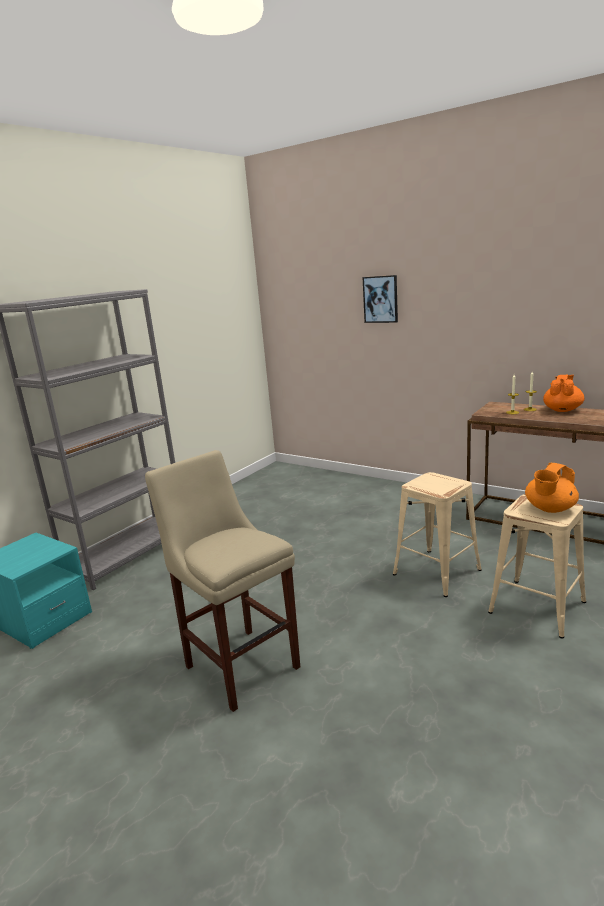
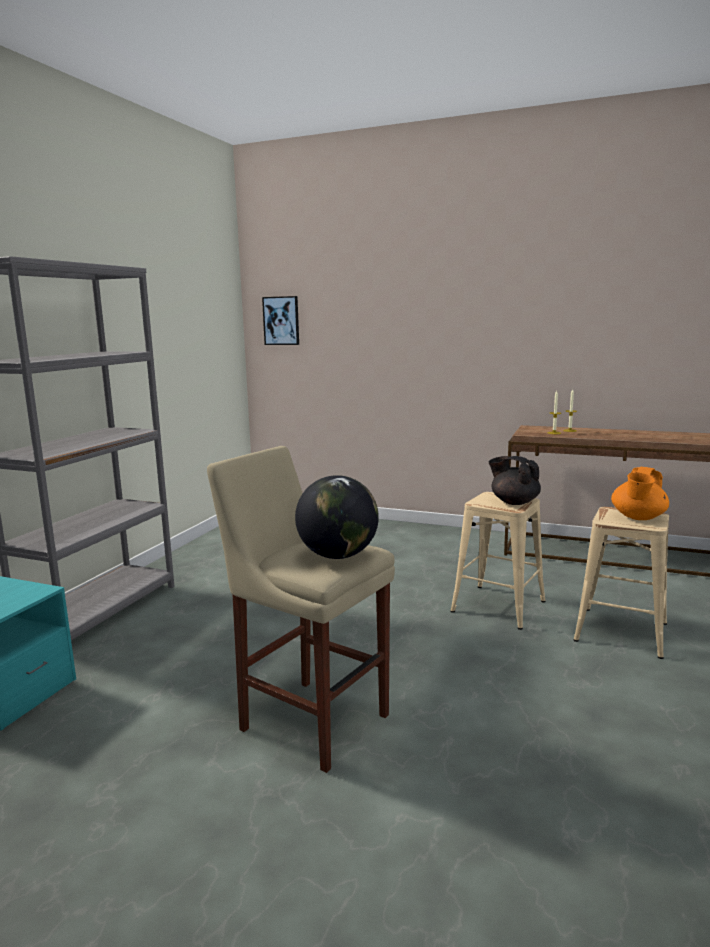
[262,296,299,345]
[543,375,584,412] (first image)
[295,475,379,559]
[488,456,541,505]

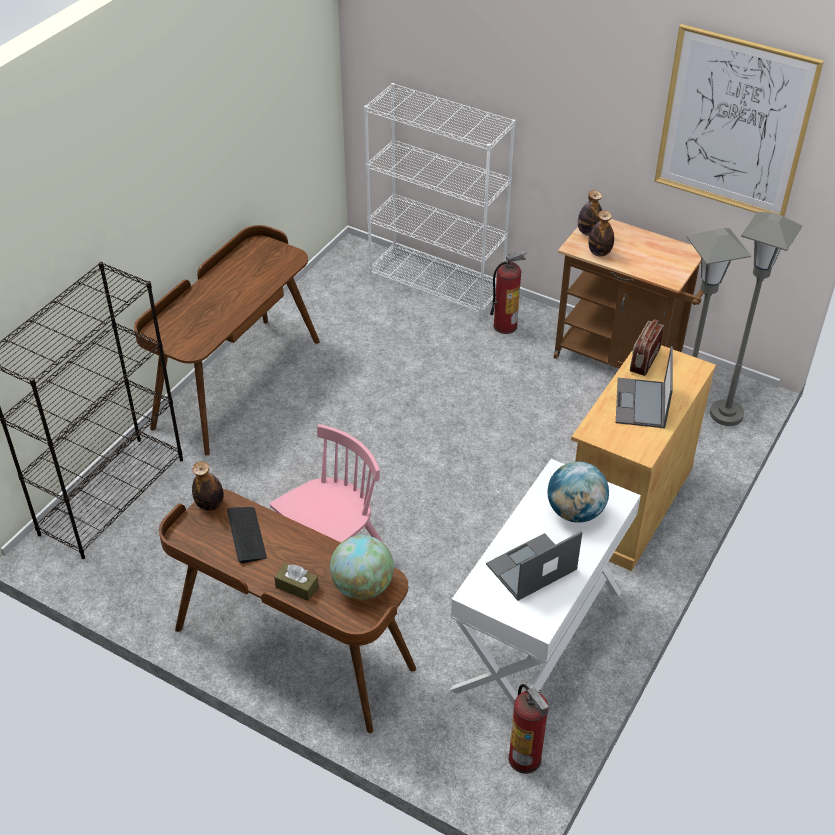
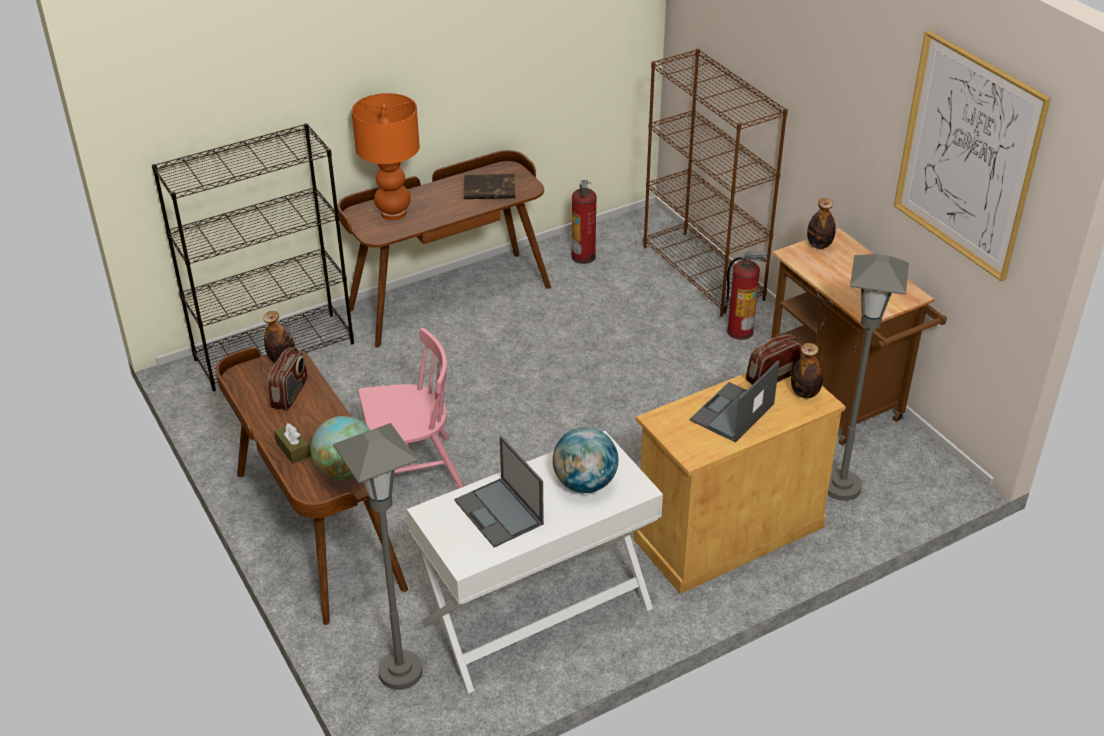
[267,347,307,410]
[643,49,788,317]
[454,436,544,548]
[571,180,597,264]
[791,343,823,398]
[333,423,423,690]
[352,93,420,221]
[464,174,516,199]

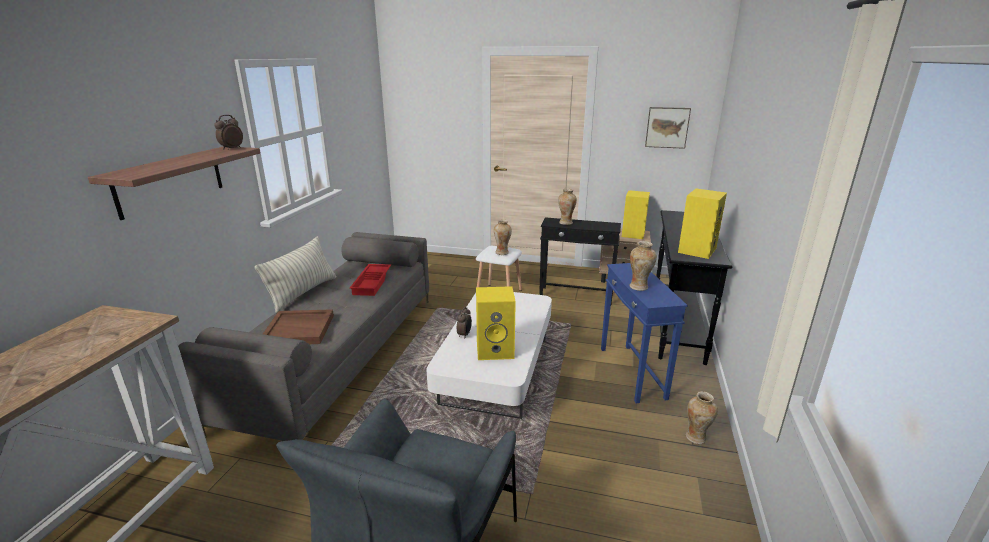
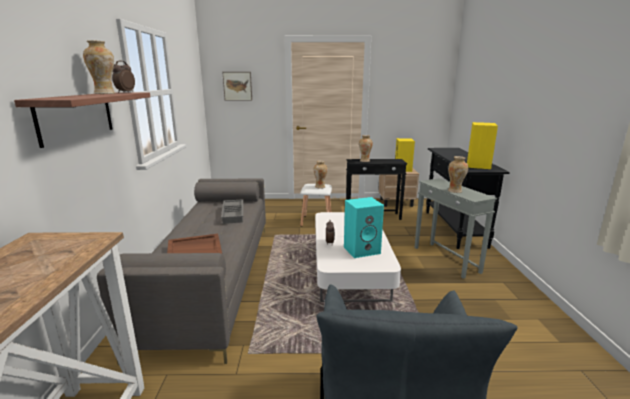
[255,236,336,313] (first image)
[221,199,243,224]
[344,197,384,258]
[415,178,497,279]
[223,72,252,101]
[83,40,115,94]

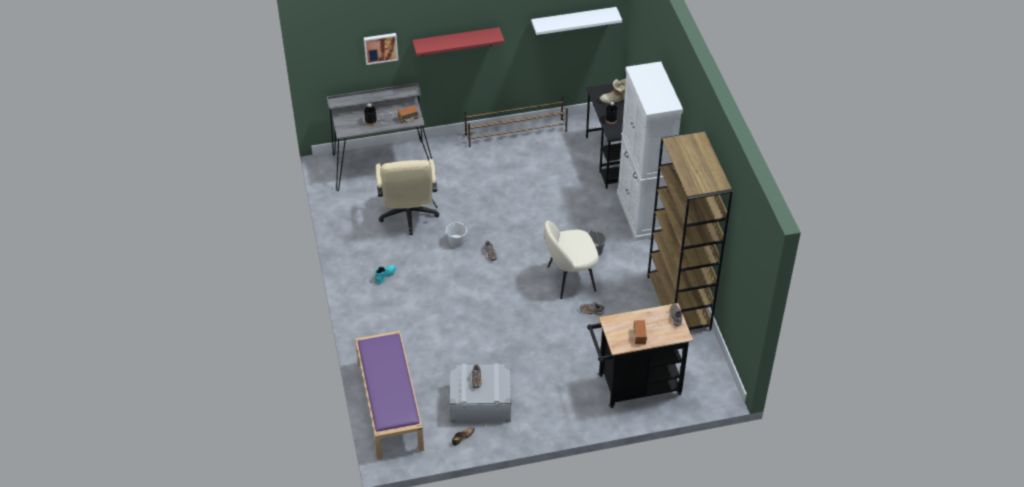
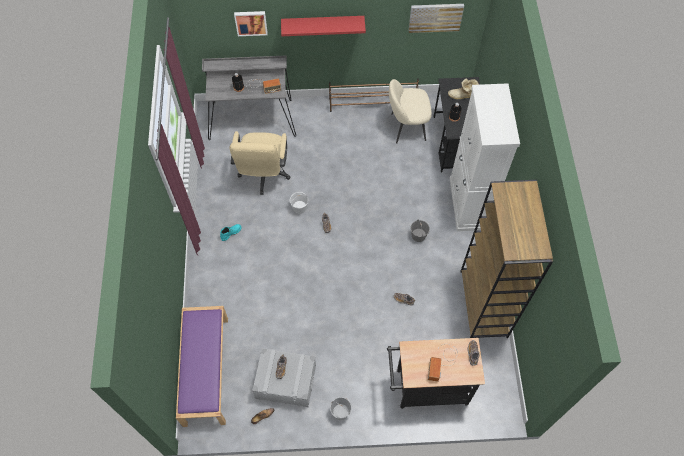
[409,4,464,33]
[389,79,432,143]
[330,397,352,420]

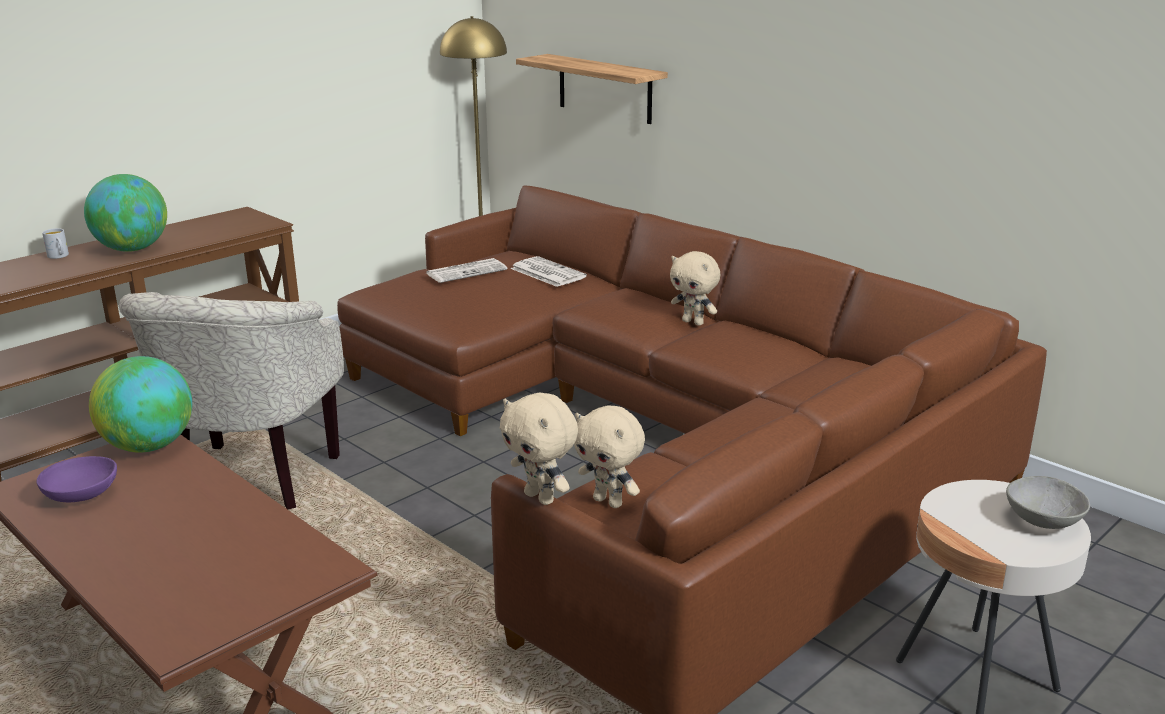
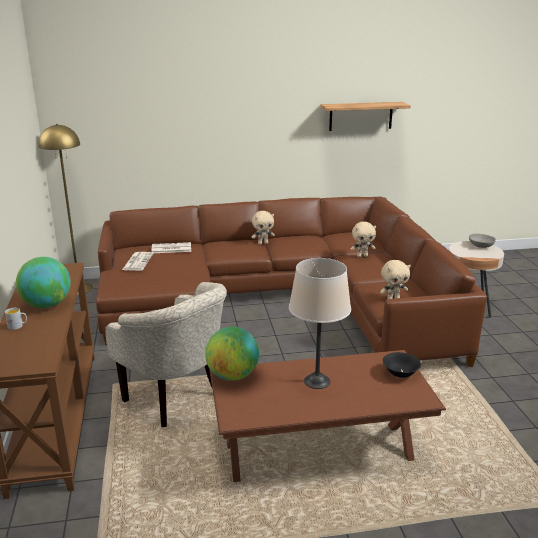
[36,456,117,502] (first image)
[350,222,376,257]
[320,102,411,131]
[289,258,351,389]
[383,352,421,378]

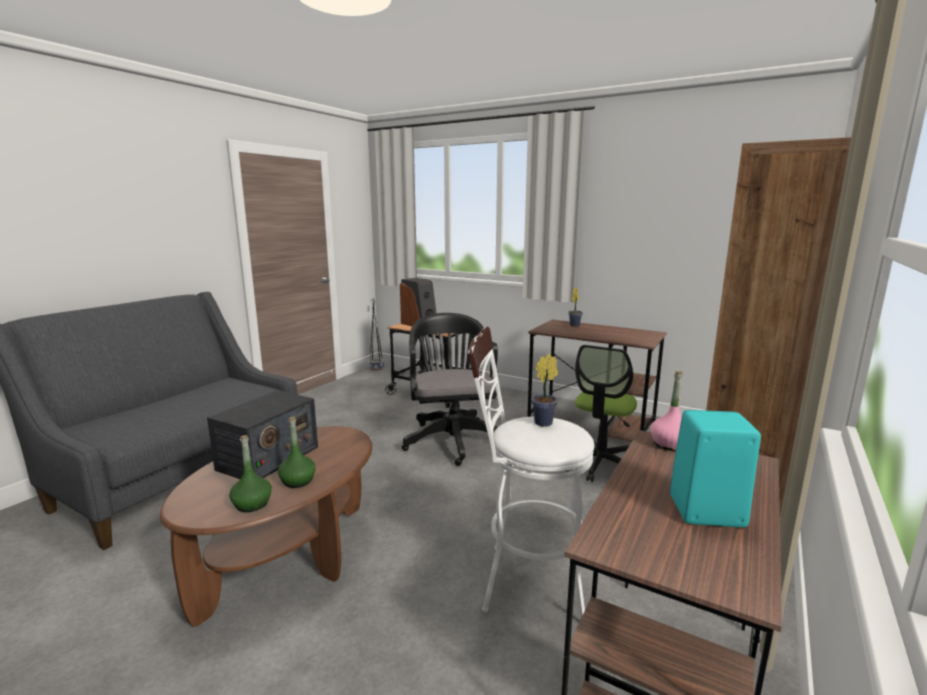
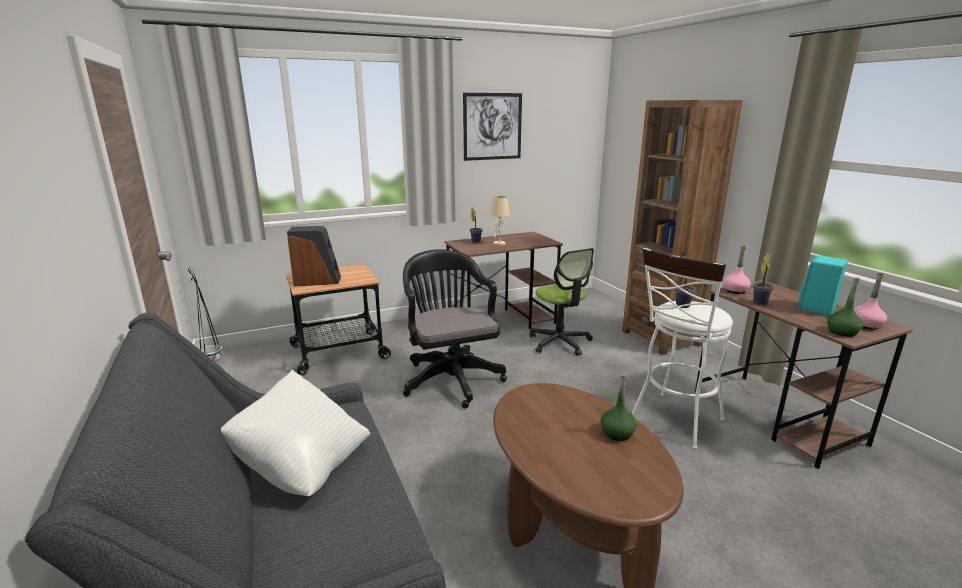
[207,390,318,479] (first image)
[827,277,863,337]
[403,249,507,409]
[221,370,370,496]
[463,93,522,161]
[490,196,510,246]
[753,253,774,305]
[854,273,887,330]

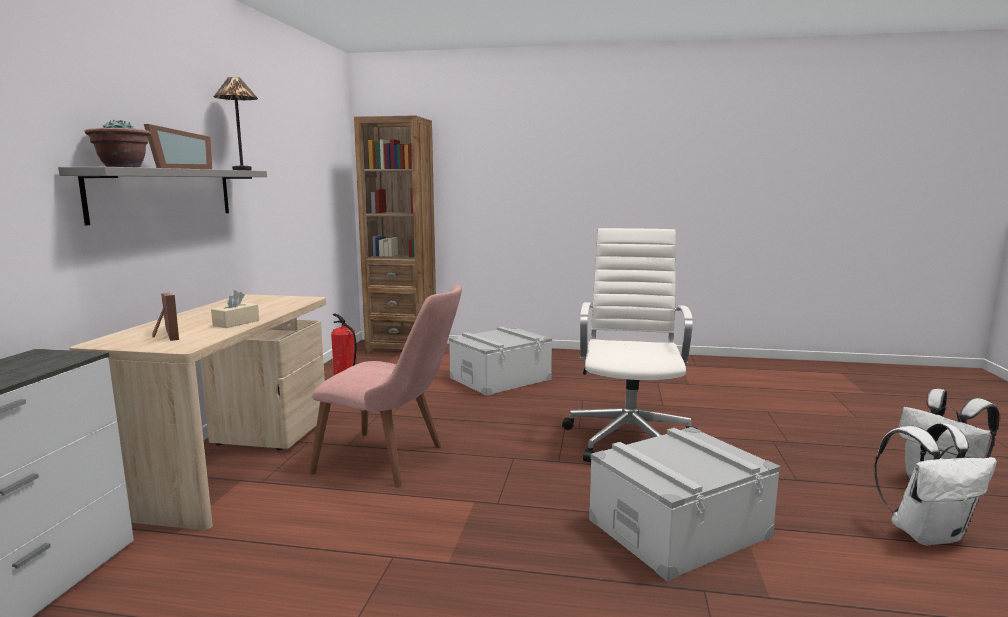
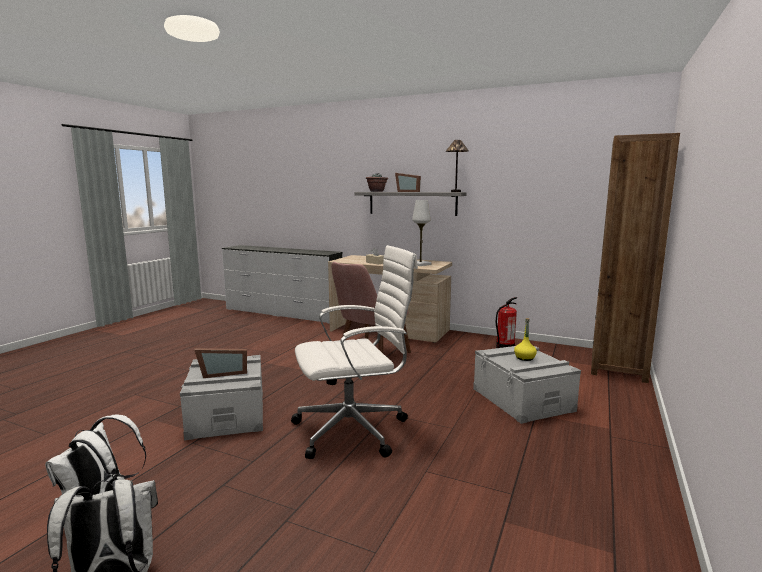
[194,348,247,378]
[291,245,418,459]
[412,200,431,266]
[514,318,537,361]

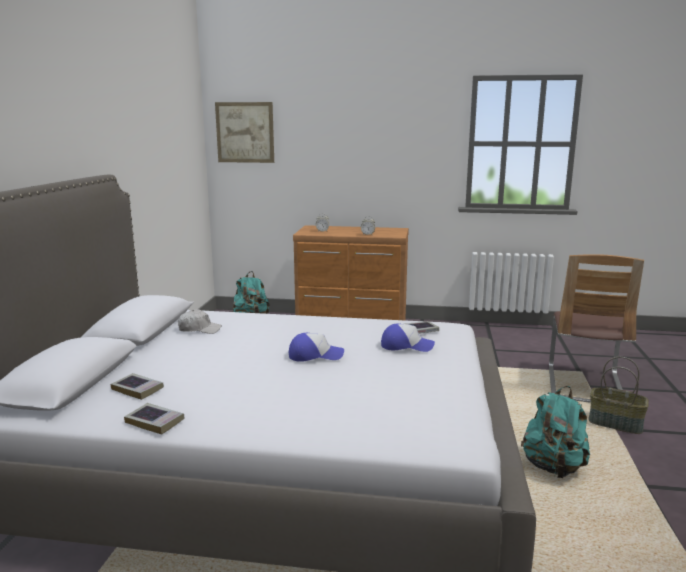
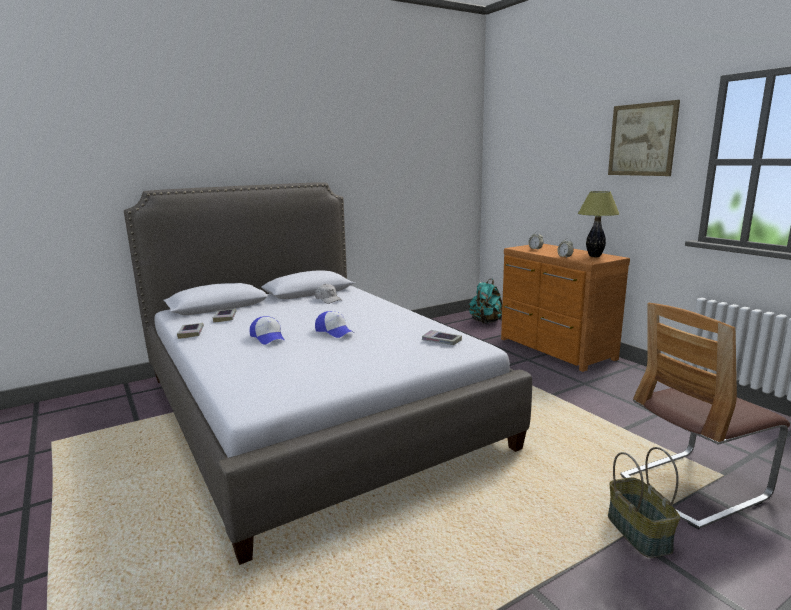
[608,100,680,176]
[250,316,285,345]
[521,386,590,478] (first image)
[578,191,619,257]

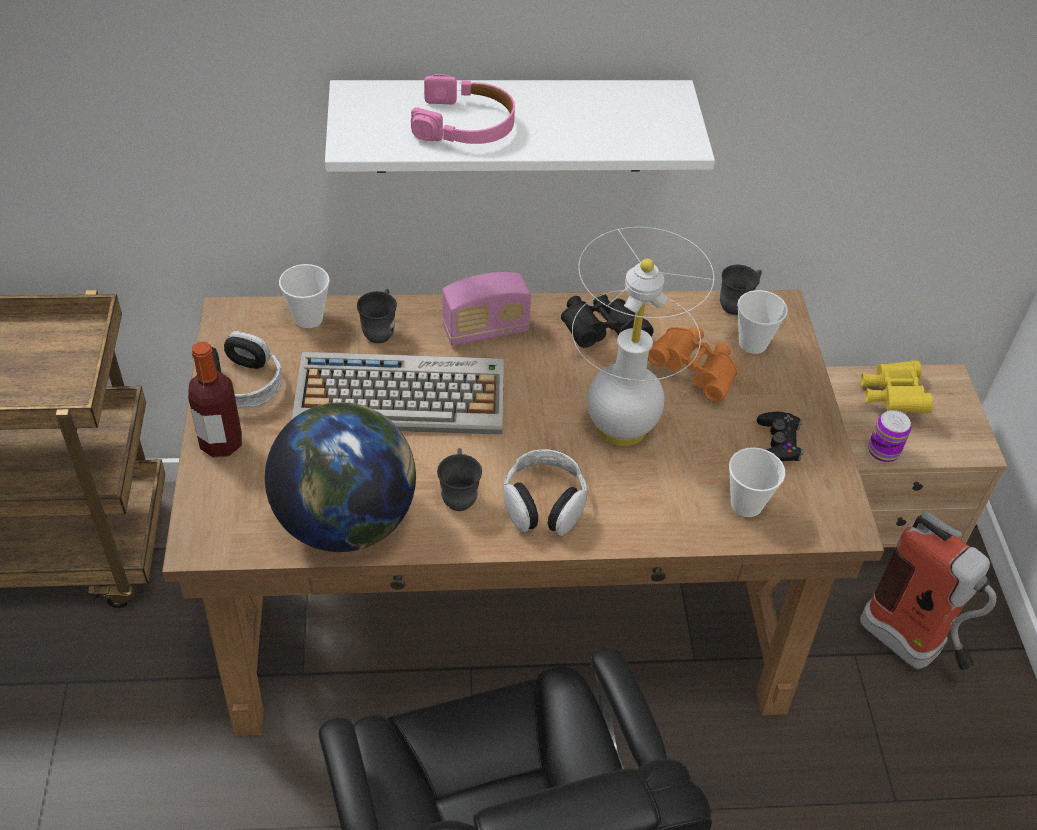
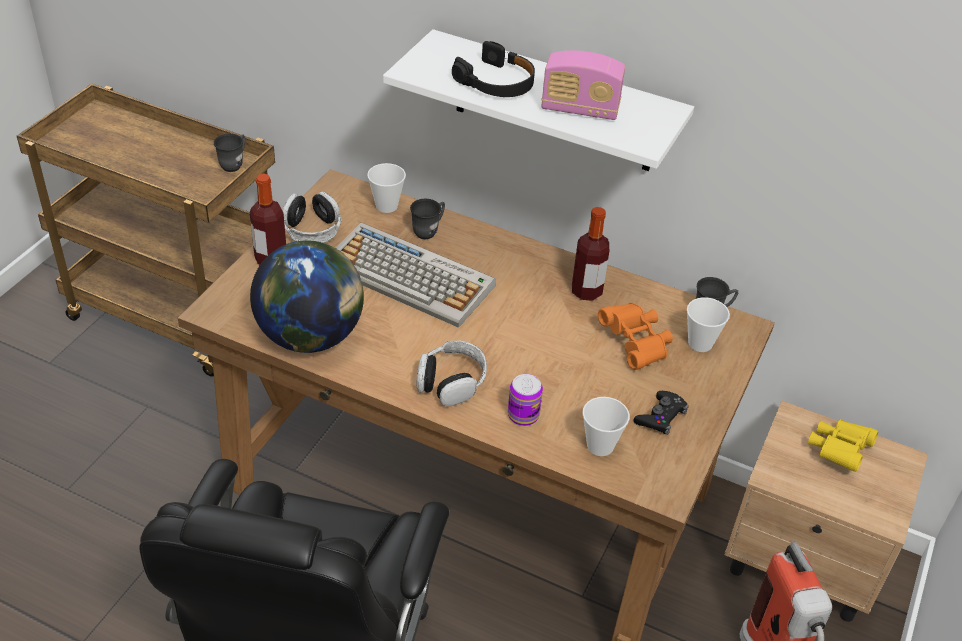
[452,41,535,97]
[214,133,245,172]
[541,50,625,120]
[572,207,609,301]
[572,227,714,446] (first image)
[508,374,543,426]

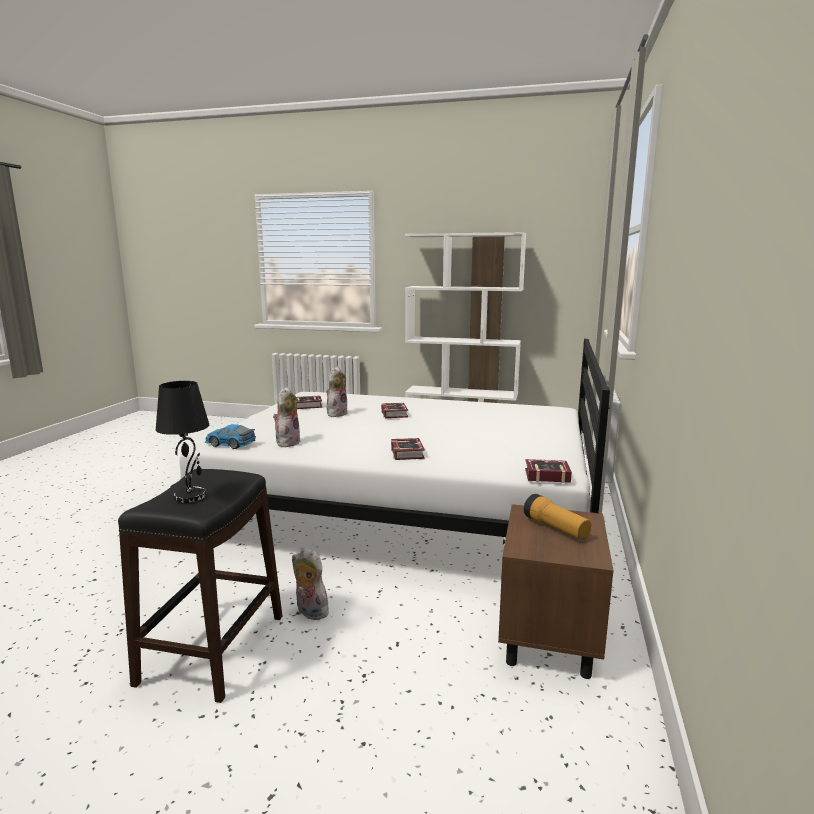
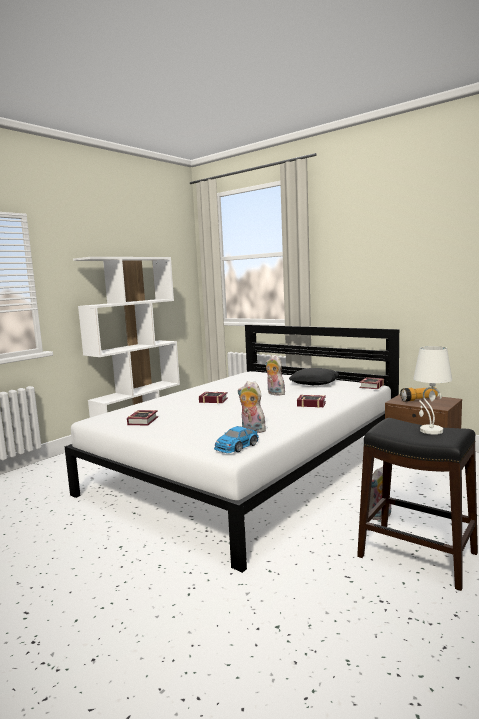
[413,346,452,435]
[265,355,286,396]
[289,368,339,385]

